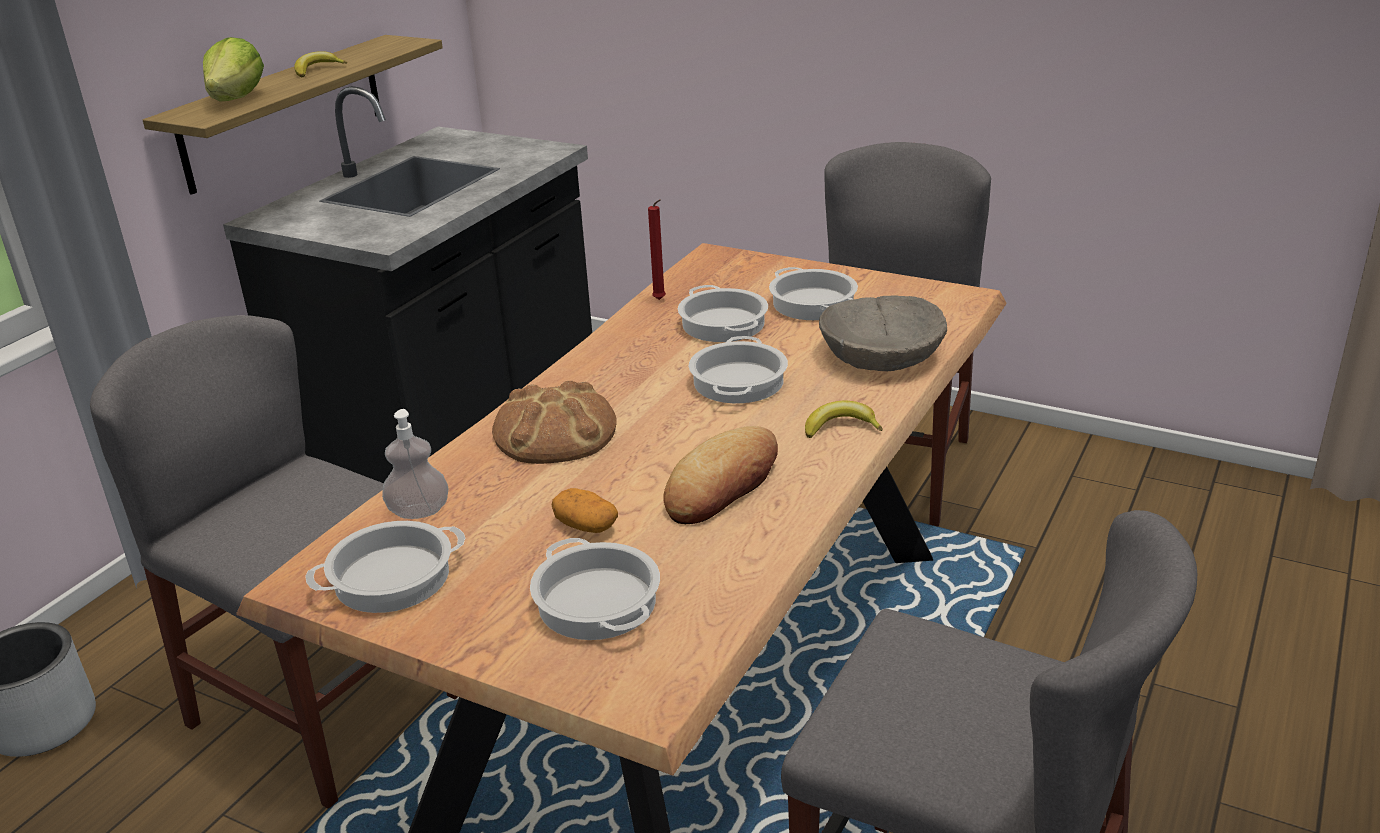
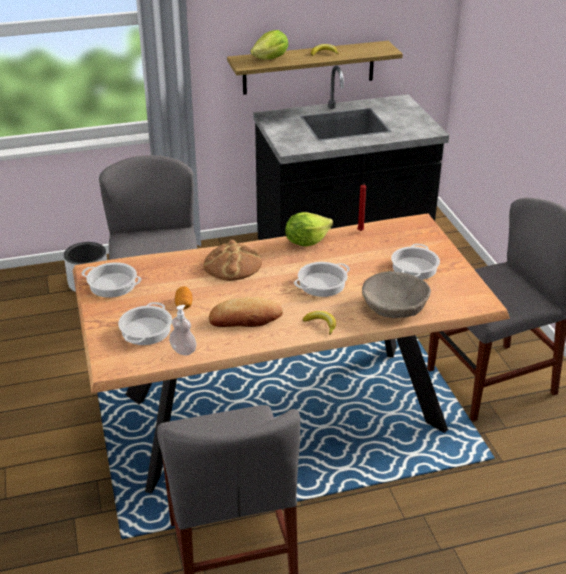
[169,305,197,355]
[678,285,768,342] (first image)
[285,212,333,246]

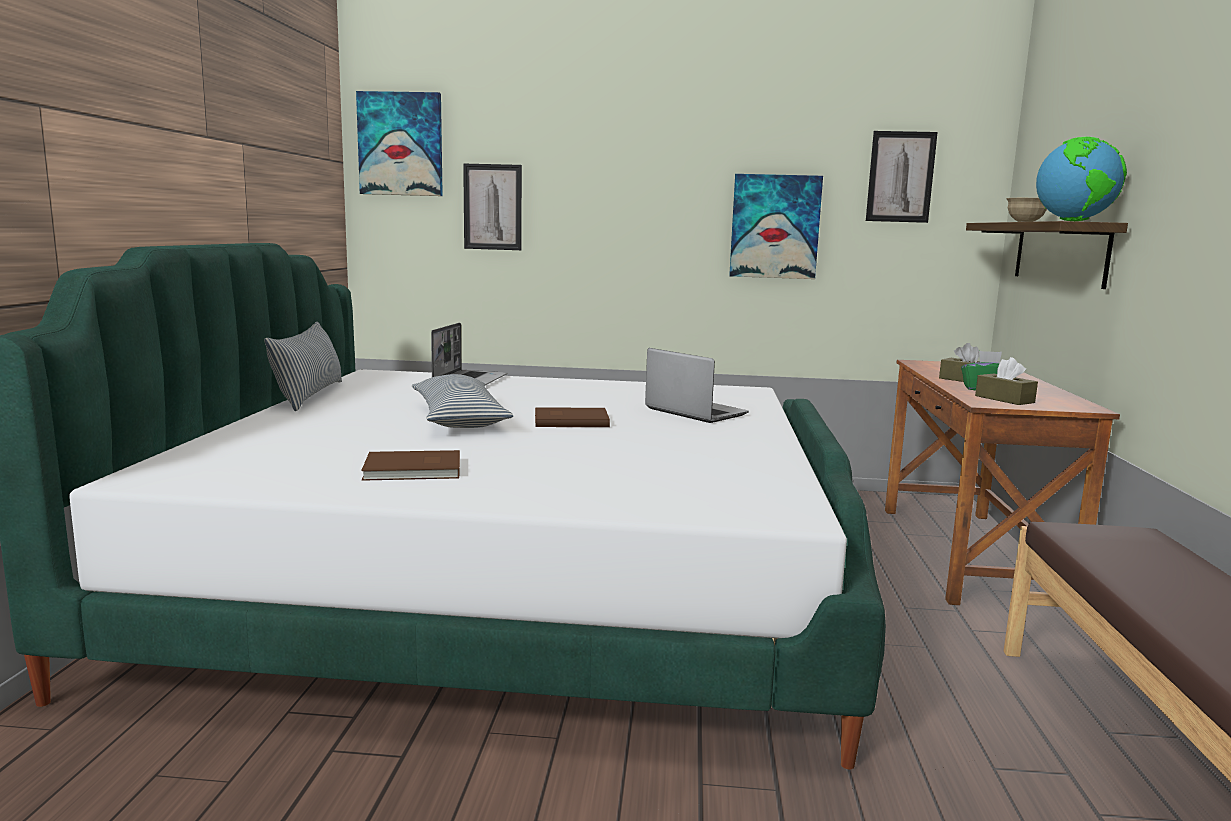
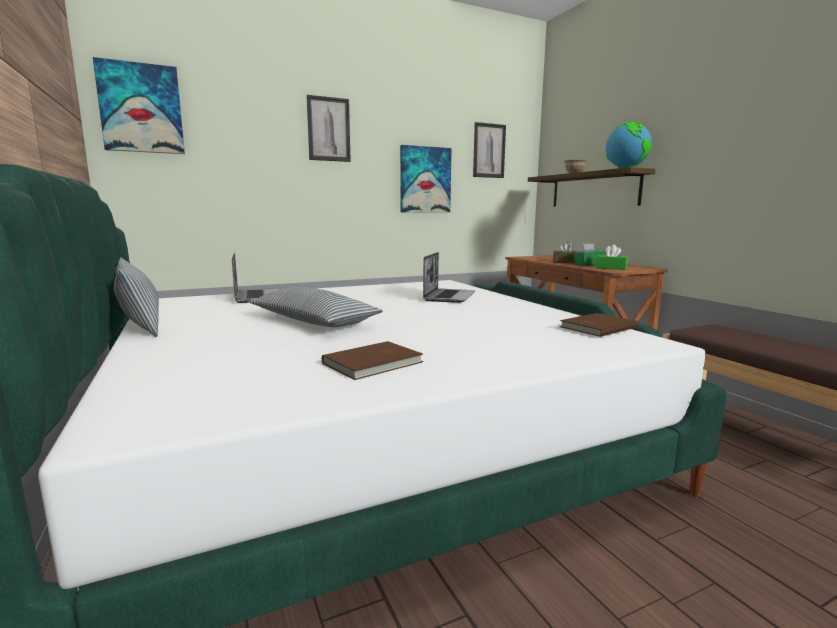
[306,95,351,162]
[560,313,638,337]
[423,252,475,303]
[596,244,628,270]

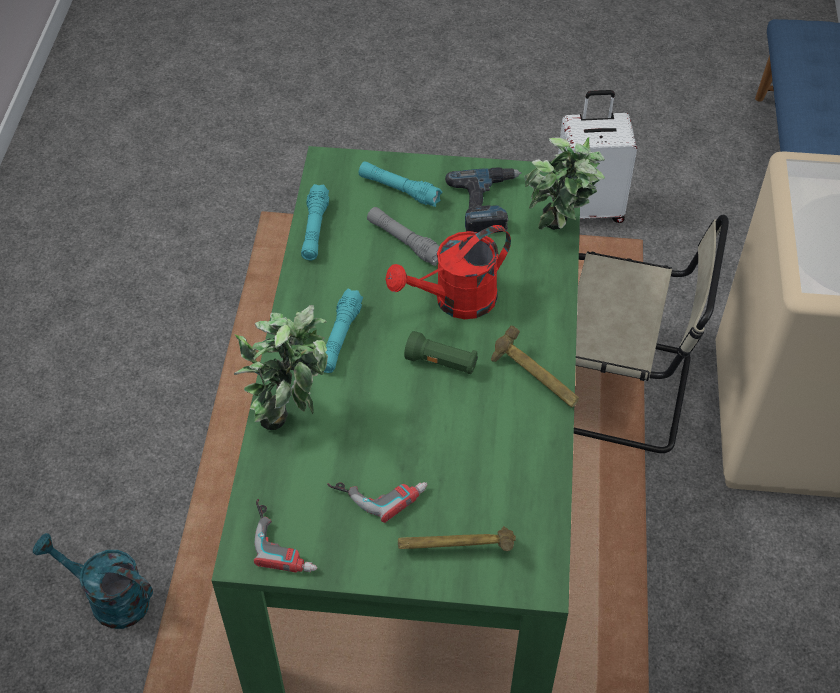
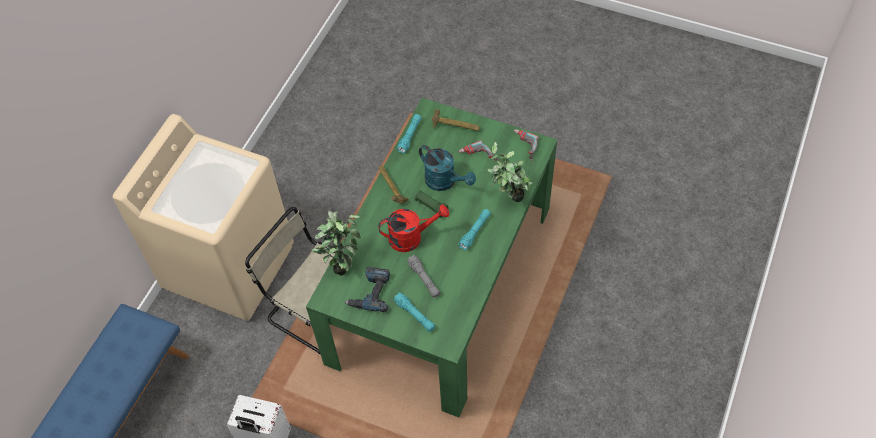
[419,145,476,191]
[397,114,421,154]

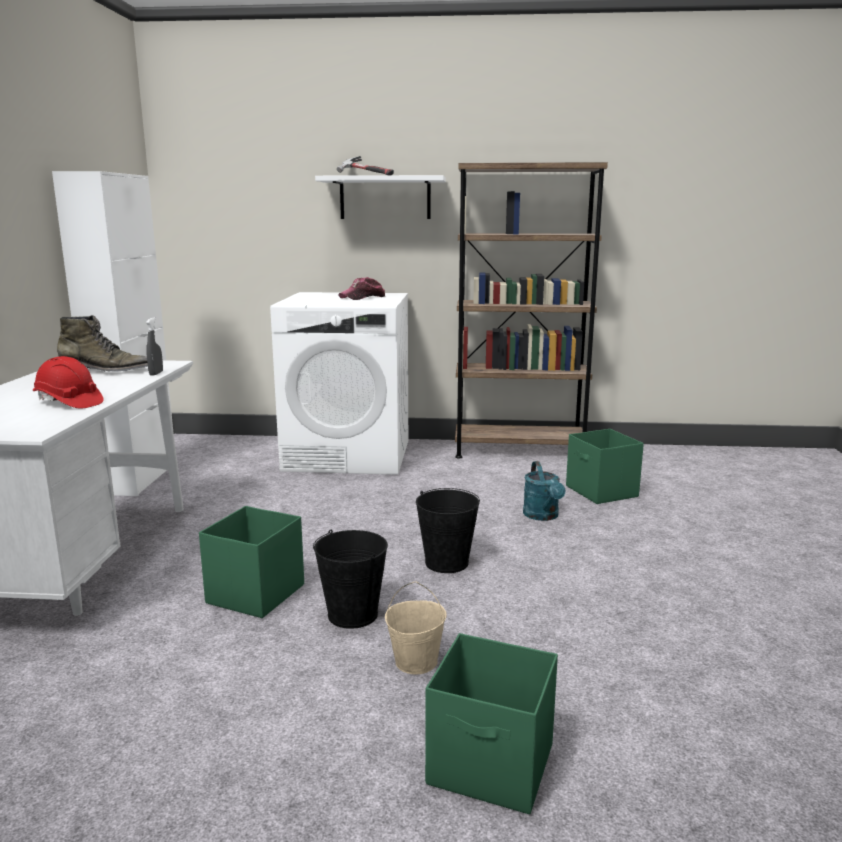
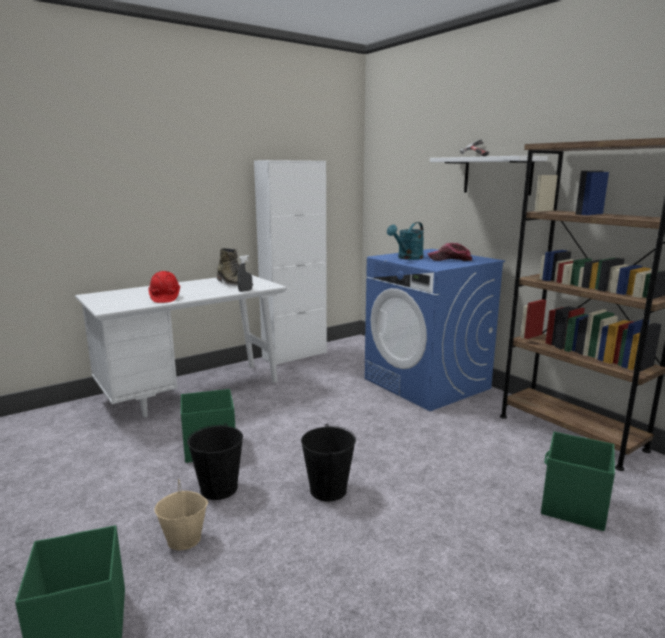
[365,249,505,411]
[387,222,424,260]

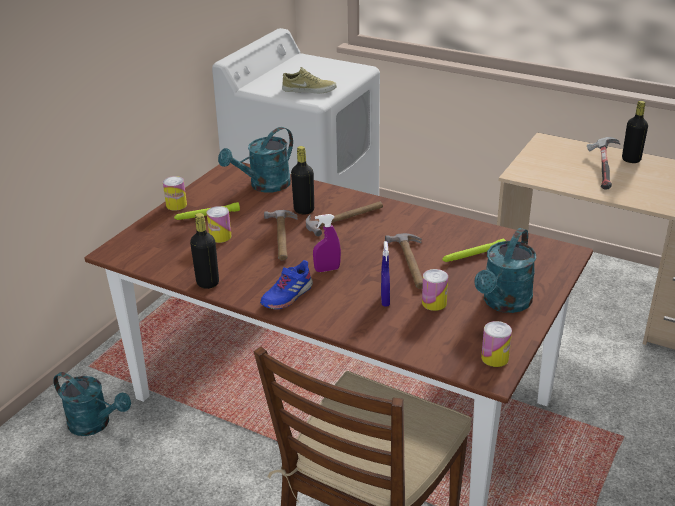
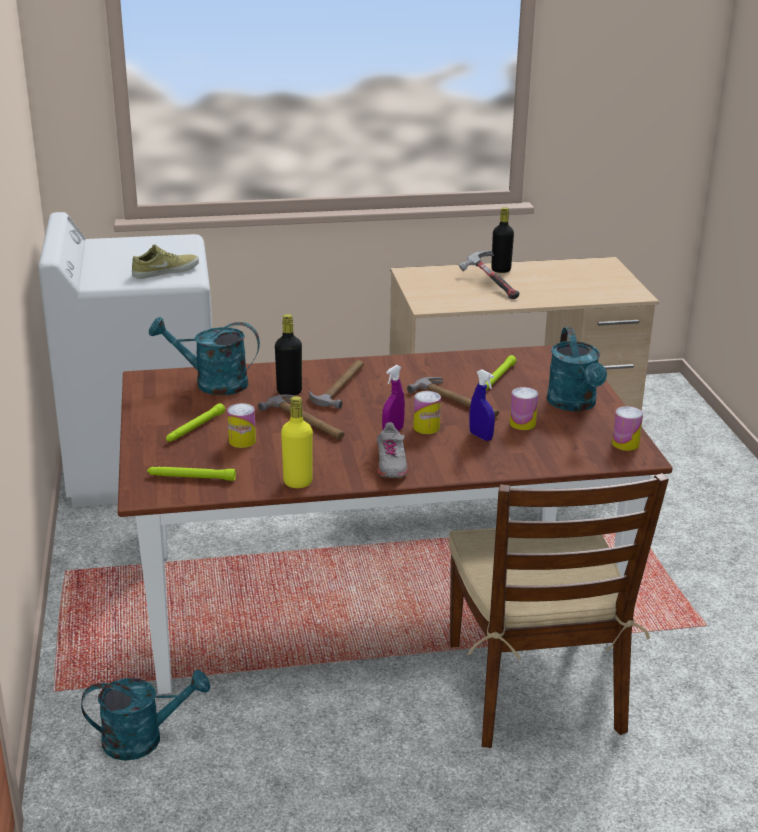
[413,391,441,434]
[281,396,313,488]
[149,317,260,395]
[377,422,408,478]
[147,467,236,481]

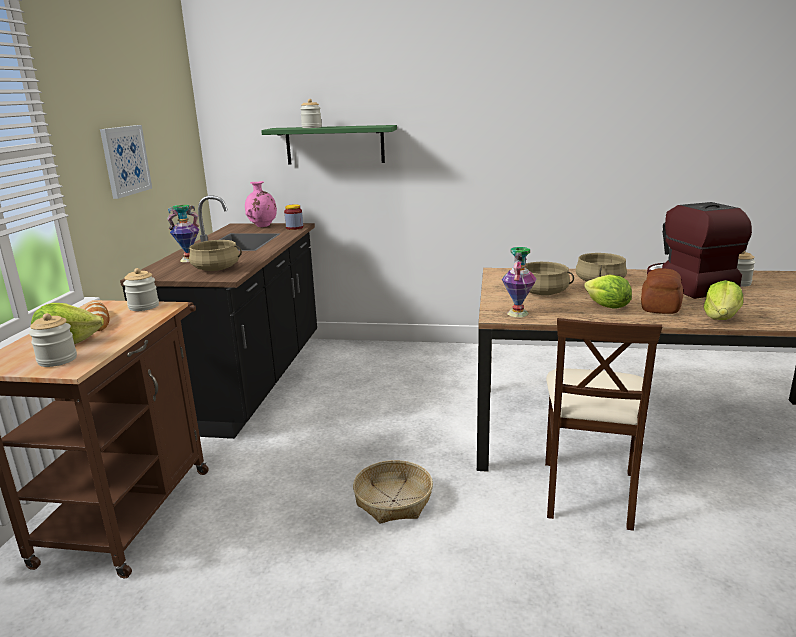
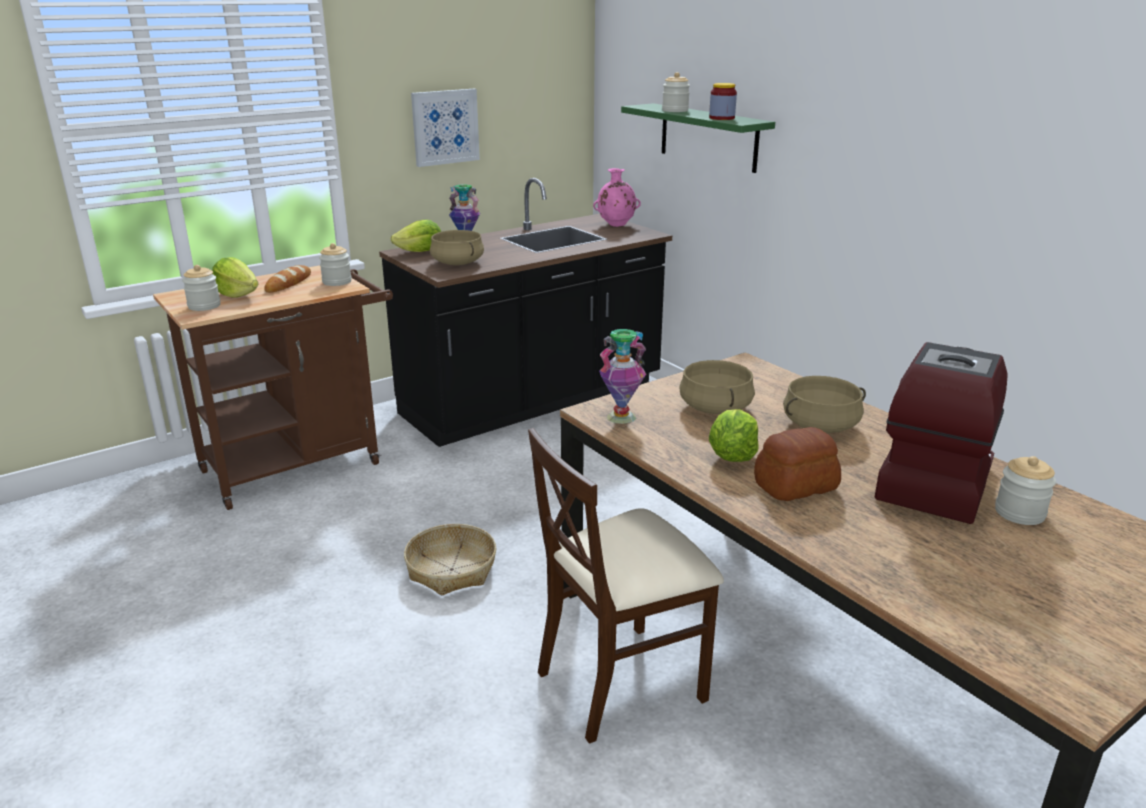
[709,83,737,120]
[390,219,441,252]

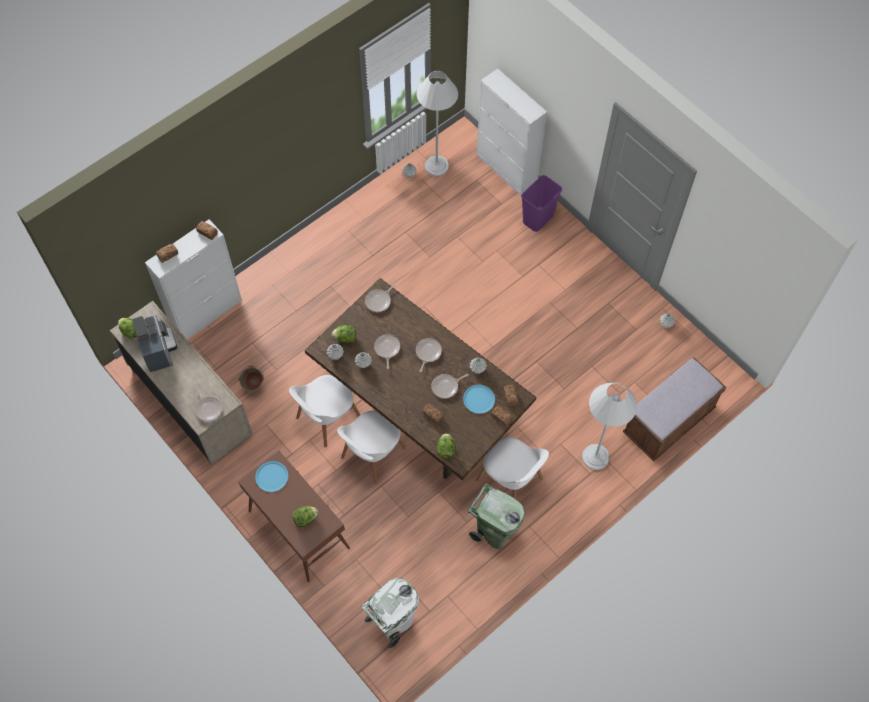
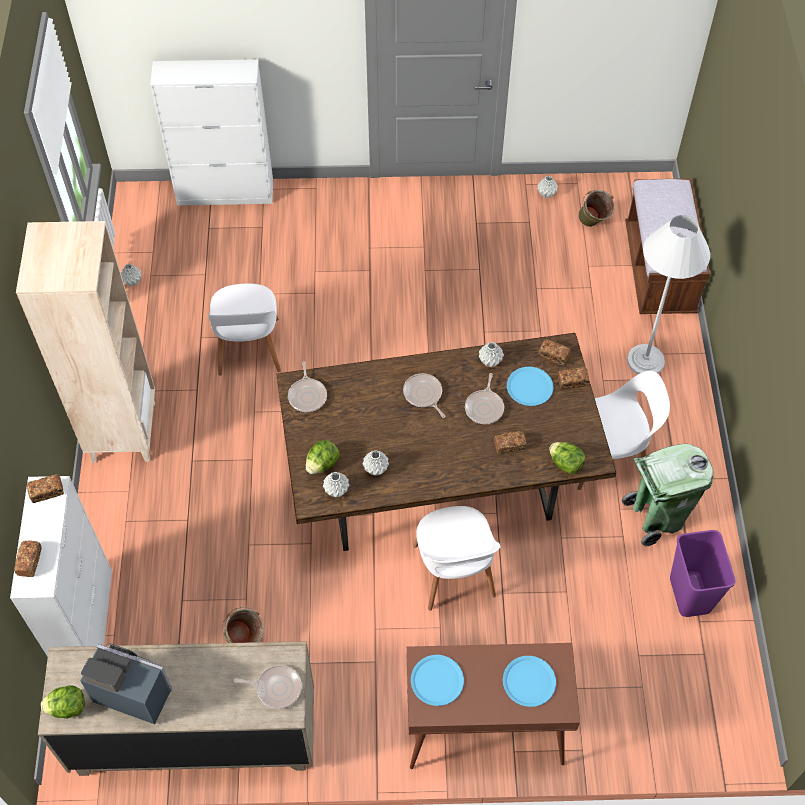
[207,284,281,376]
[503,656,556,707]
[361,578,419,648] (first image)
[374,334,400,369] (first image)
[416,71,458,176] (first image)
[670,530,736,617]
[16,221,155,463]
[578,190,615,227]

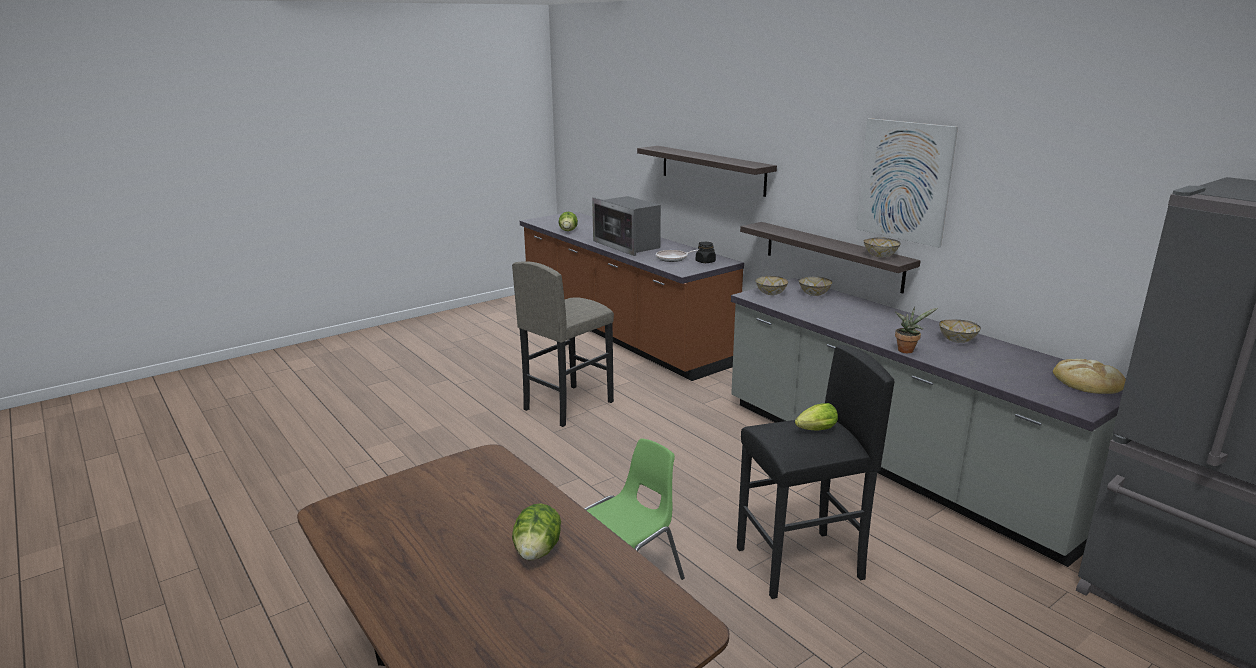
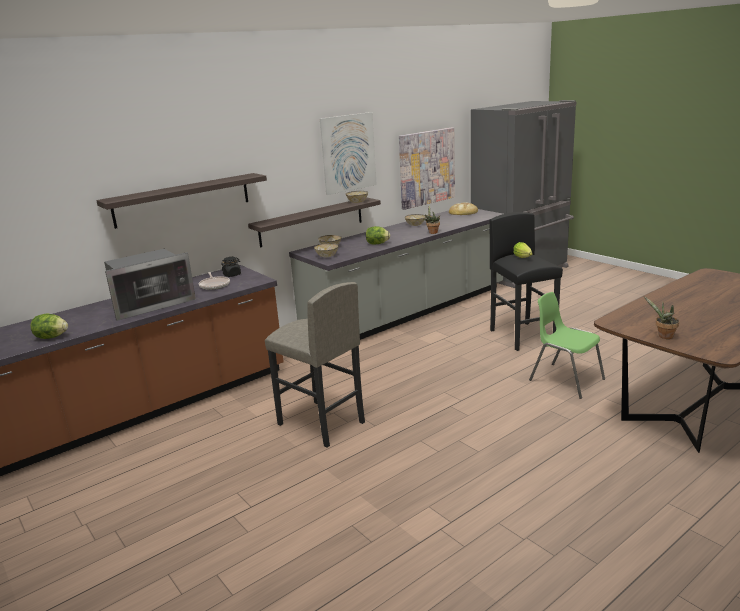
[366,226,390,245]
[399,127,455,210]
[644,297,679,339]

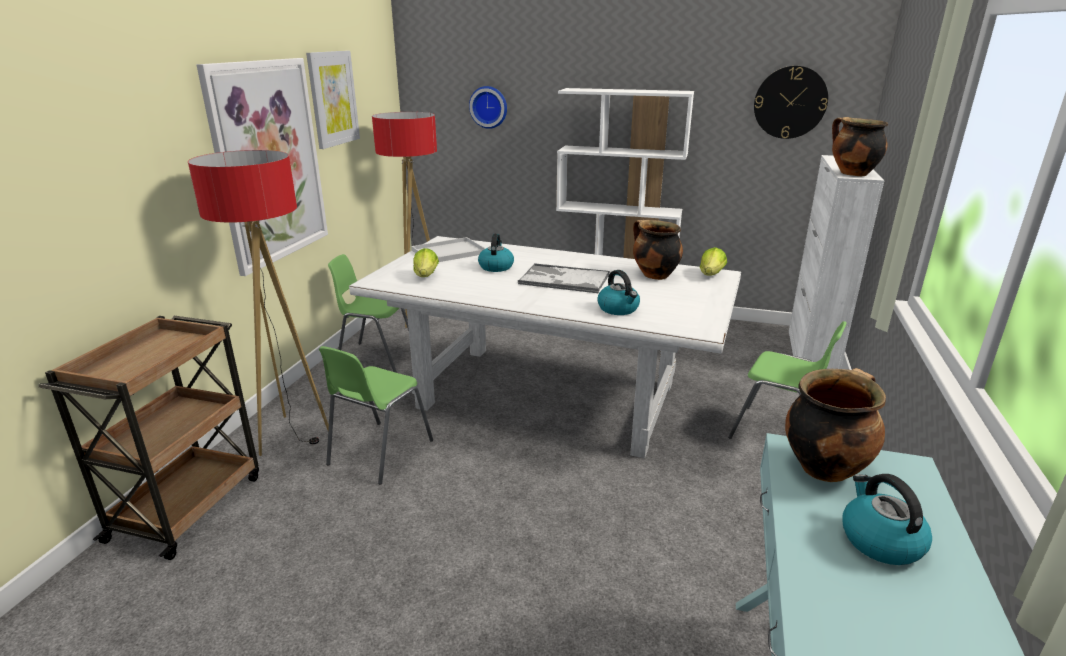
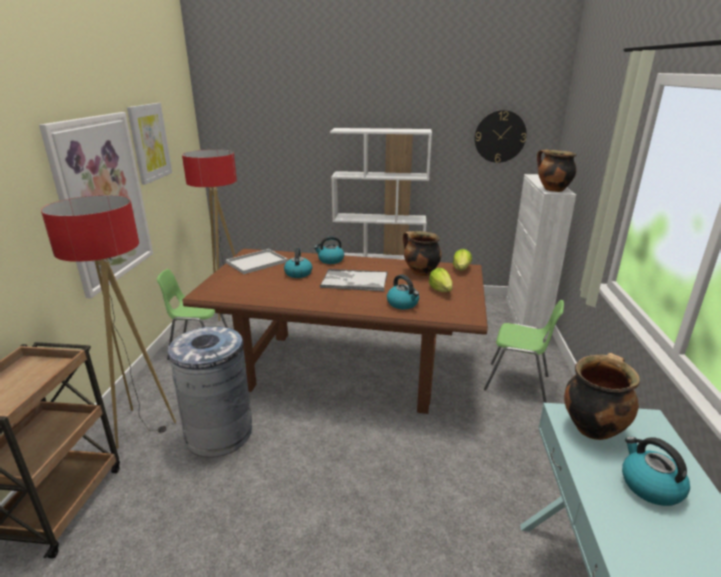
[168,327,252,457]
[182,249,488,414]
[429,268,452,292]
[469,86,507,129] (first image)
[314,236,344,264]

